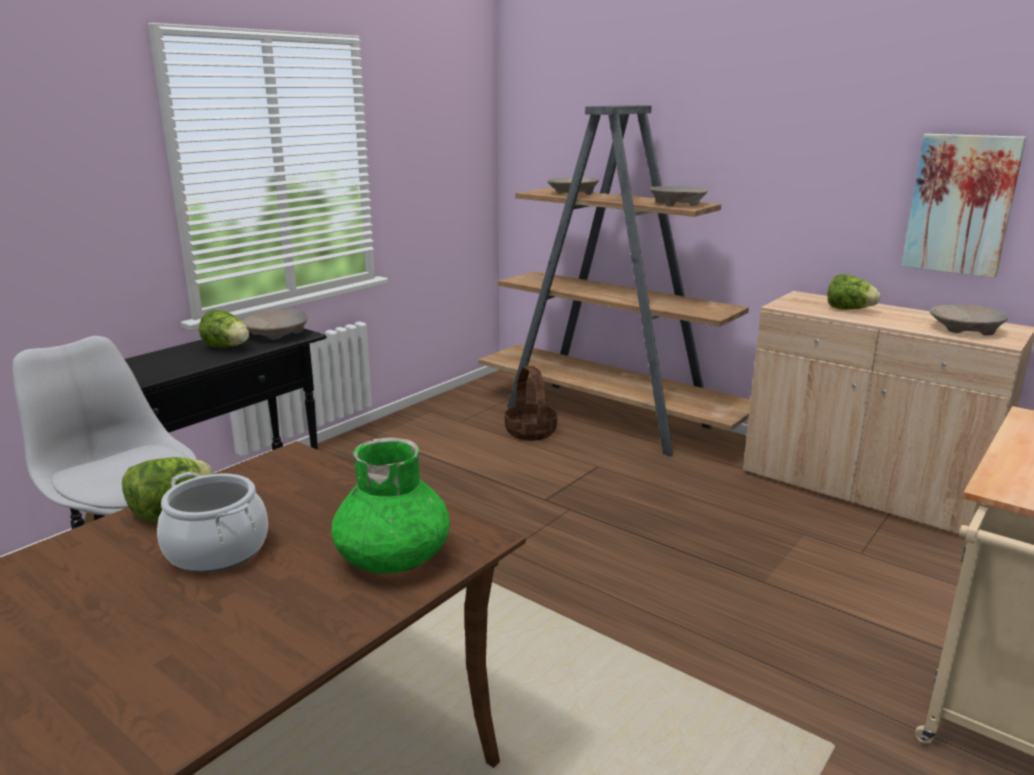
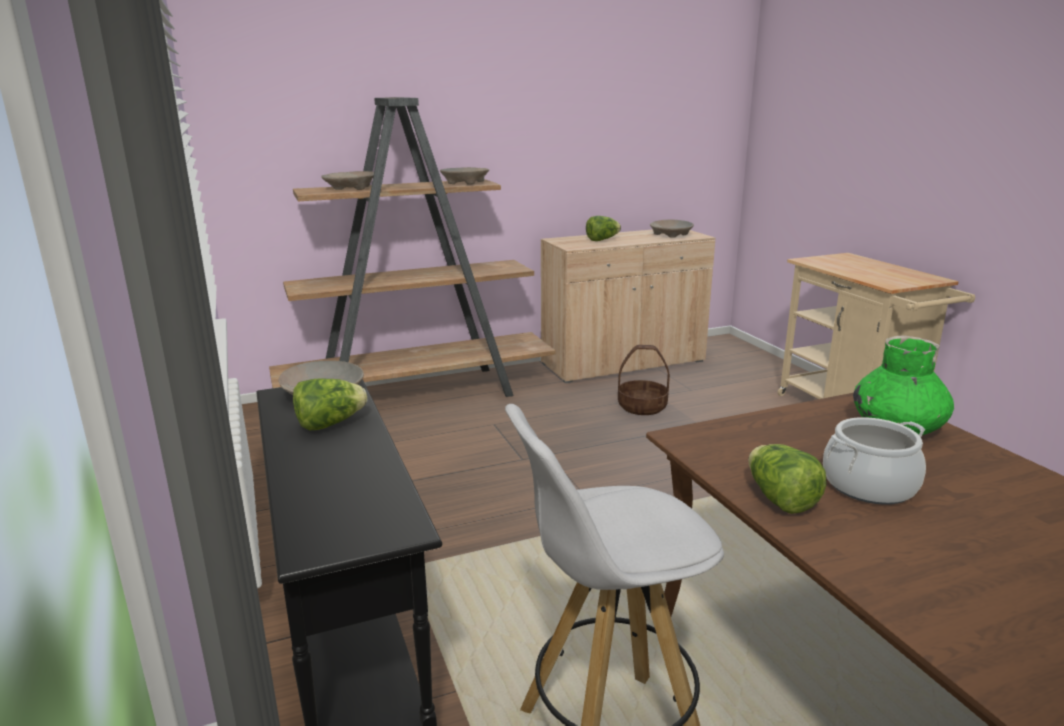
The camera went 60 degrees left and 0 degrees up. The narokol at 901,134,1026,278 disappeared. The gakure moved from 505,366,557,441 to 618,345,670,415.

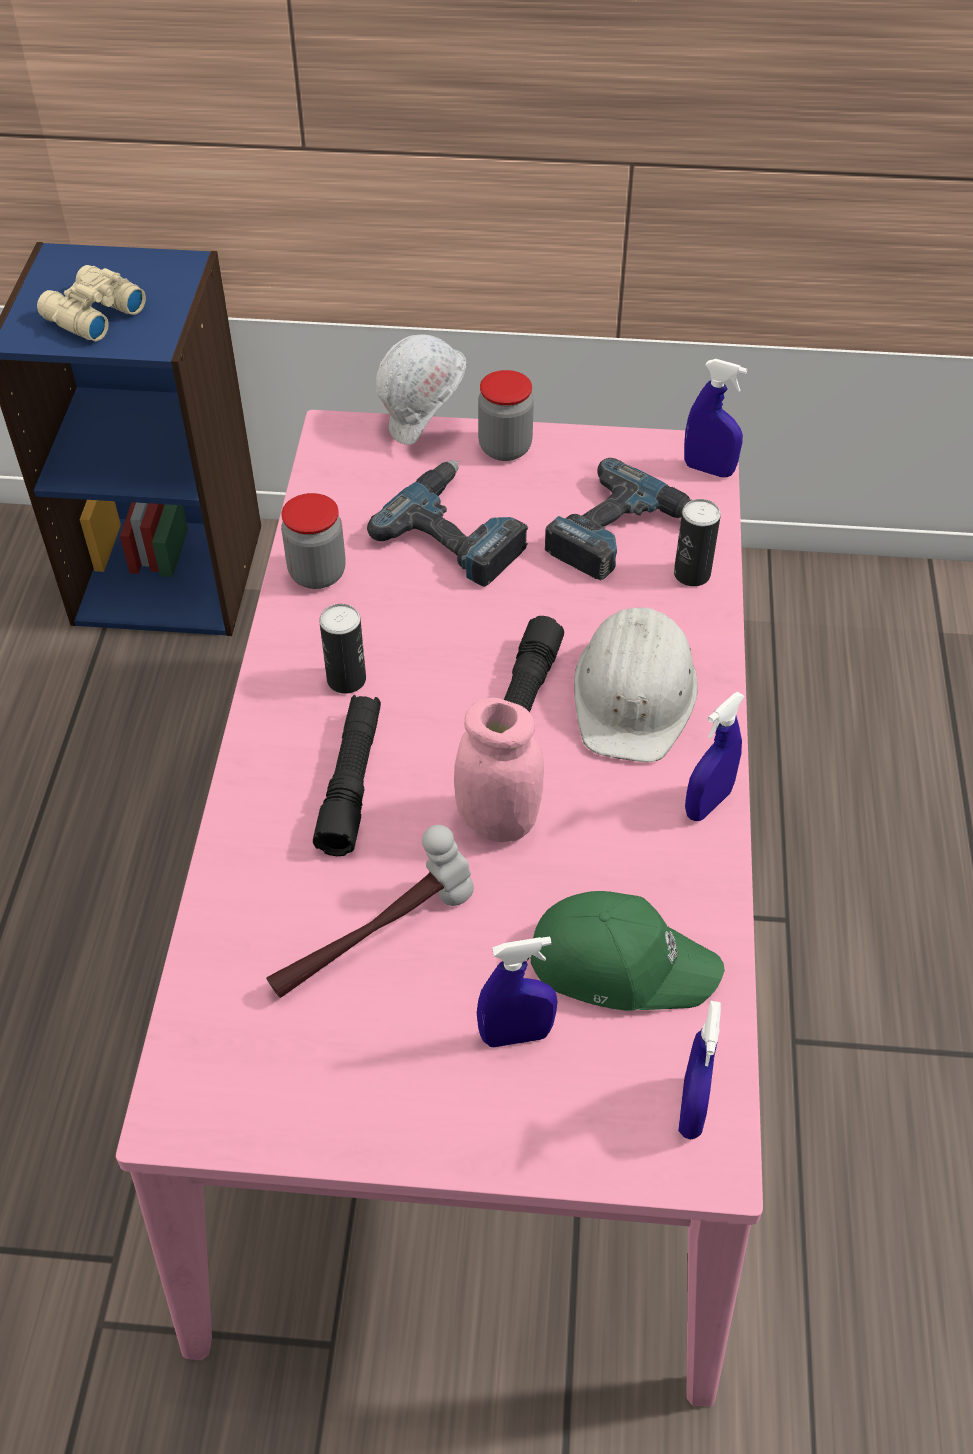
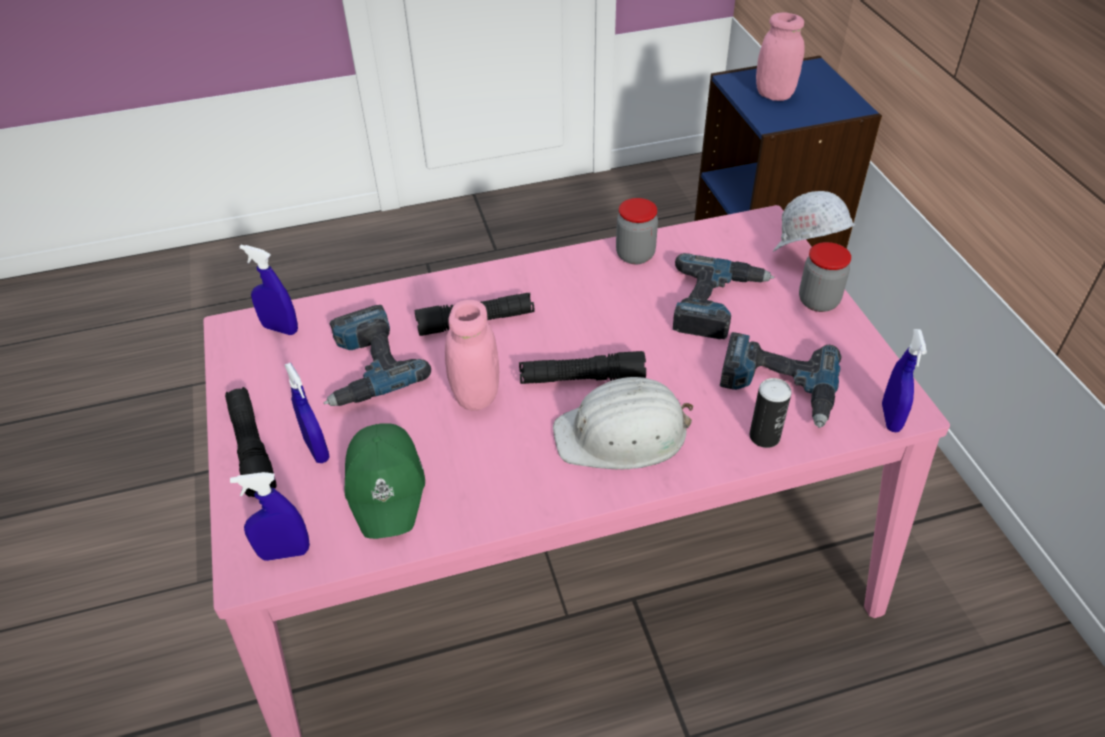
The camera went 70 degrees right and 5 degrees down. The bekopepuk at 319,604,366,693 disappeared. The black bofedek at 225,387,277,498 appeared. The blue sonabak moved from 685,692,745,821 to 240,245,298,335. The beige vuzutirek at 37,265,146,341 was replaced by the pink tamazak at 756,12,805,101. The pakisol at 266,825,474,998 was replaced by the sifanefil at 324,305,431,406.

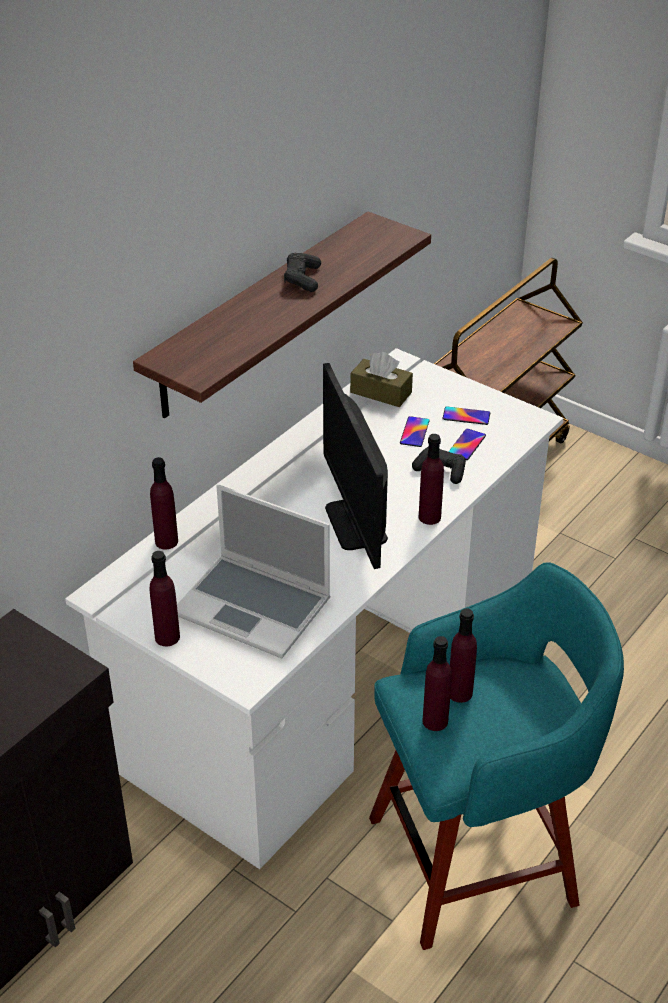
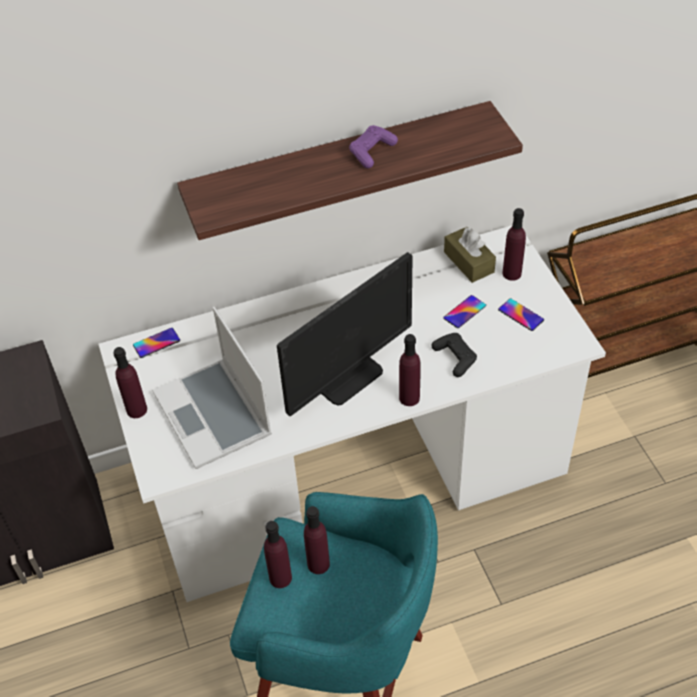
The camera went 35 degrees right and 10 degrees up. The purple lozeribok moved from 150,457,178,549 to 502,208,526,281. The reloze moved from 448,429,486,460 to 133,328,180,358. The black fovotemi at 284,253,321,292 became the purple fovotemi at 349,125,398,168. The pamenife at 323,363,388,569 turned 150 degrees counterclockwise.

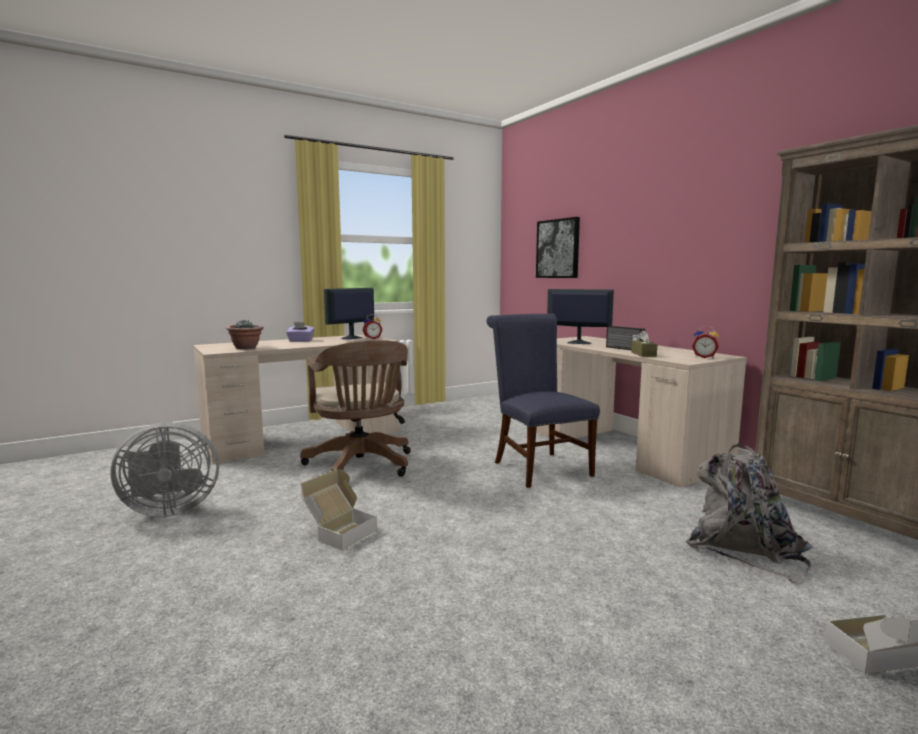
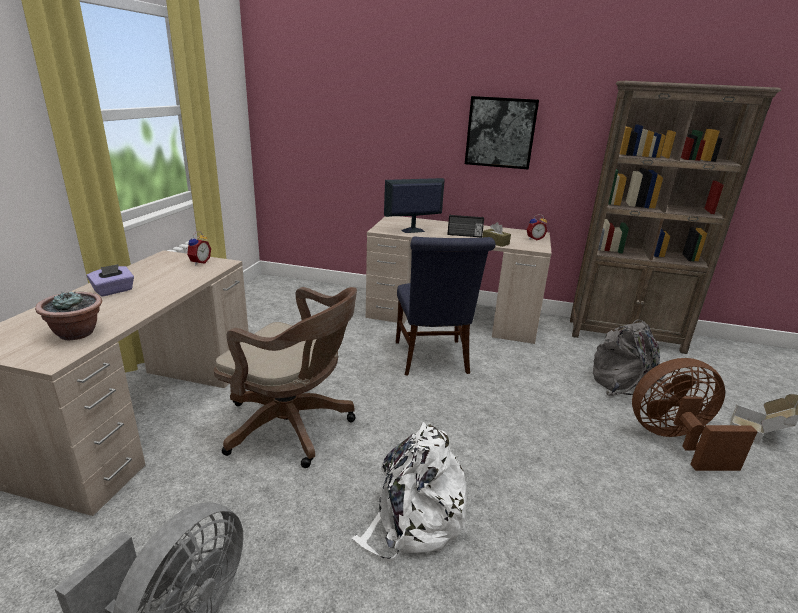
The camera went 45 degrees left and 15 degrees up. The pamenife at 324,288,374,340 disappeared. The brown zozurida at 632,358,758,471 appeared. The narokol moved from 536,217,580,278 to 465,96,539,170. The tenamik at 301,469,377,550 was replaced by the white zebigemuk at 352,422,467,562. The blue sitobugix at 486,314,600,488 turned 120 degrees counterclockwise.

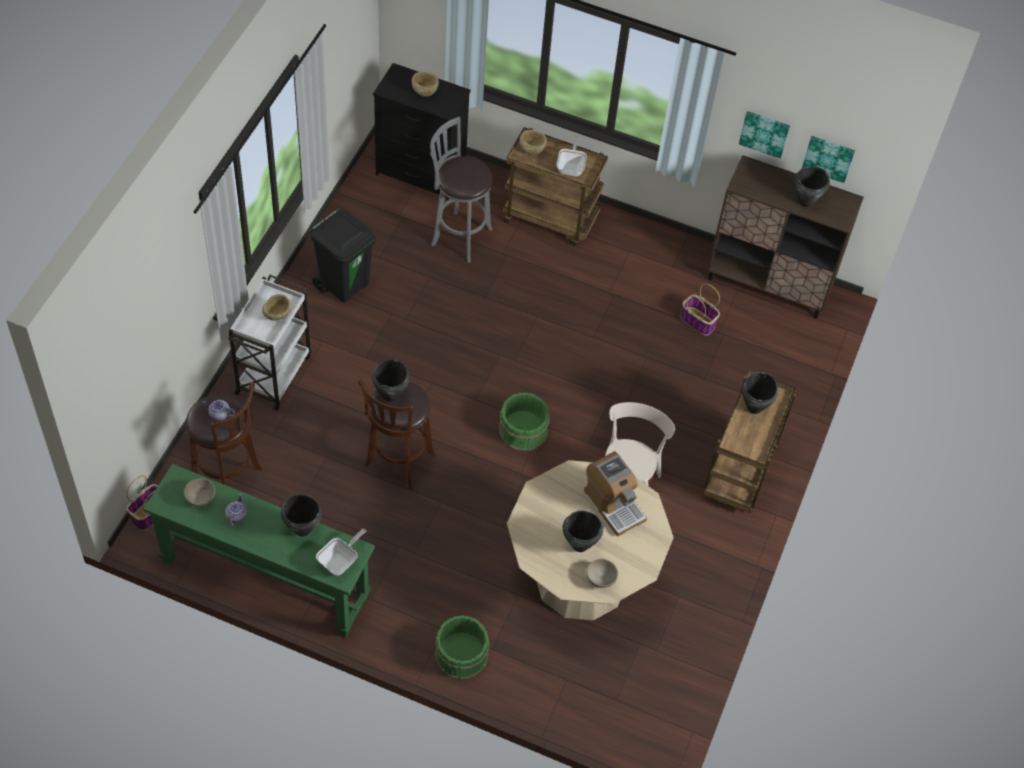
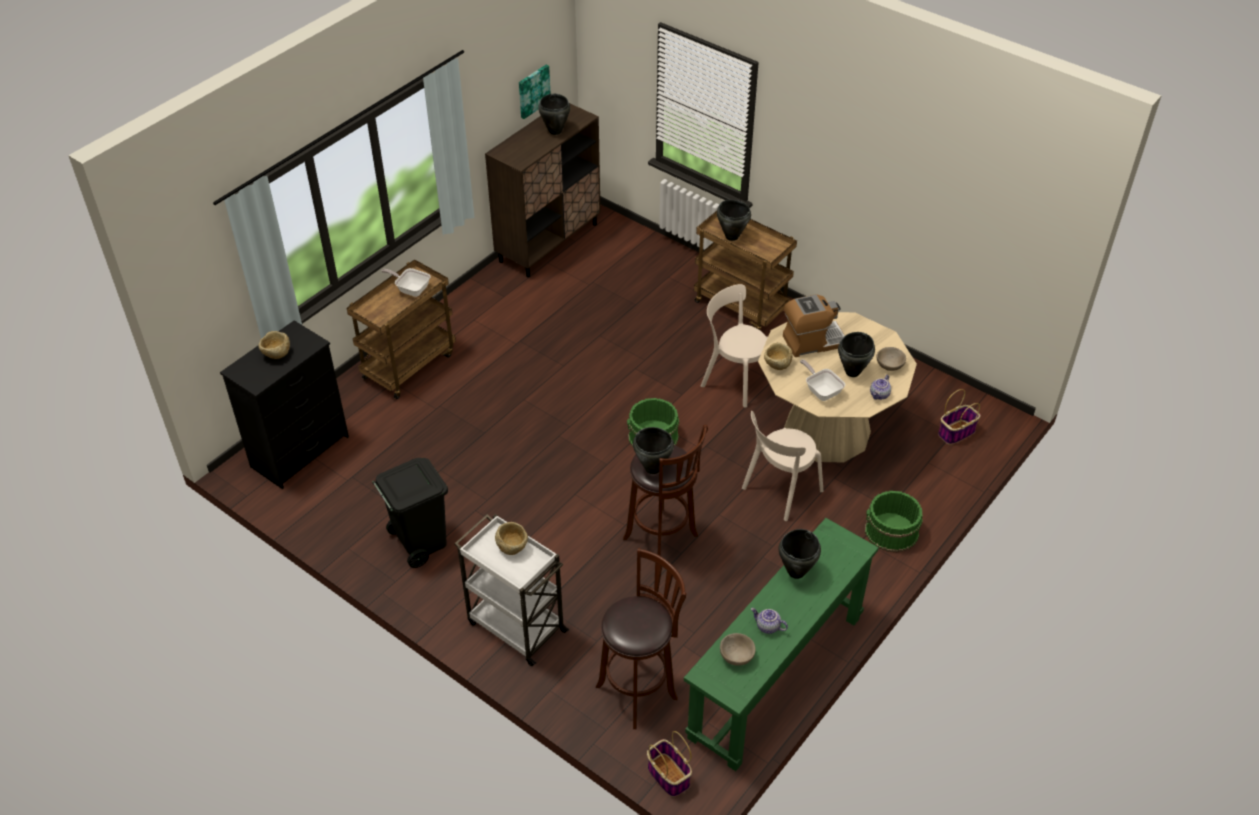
The camera went 70 degrees left and 10 degrees down. The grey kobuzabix at 430,117,493,263 disappeared. The narokol at 739,111,790,158 disappeared. The beige sitobugix at 742,411,823,521 appeared. The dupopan moved from 202,400,236,421 to 870,375,891,400. The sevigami moved from 316,529,366,576 to 800,360,845,401. The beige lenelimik moved from 520,130,547,155 to 764,343,793,370. The gakure moved from 681,283,720,336 to 938,389,980,445.

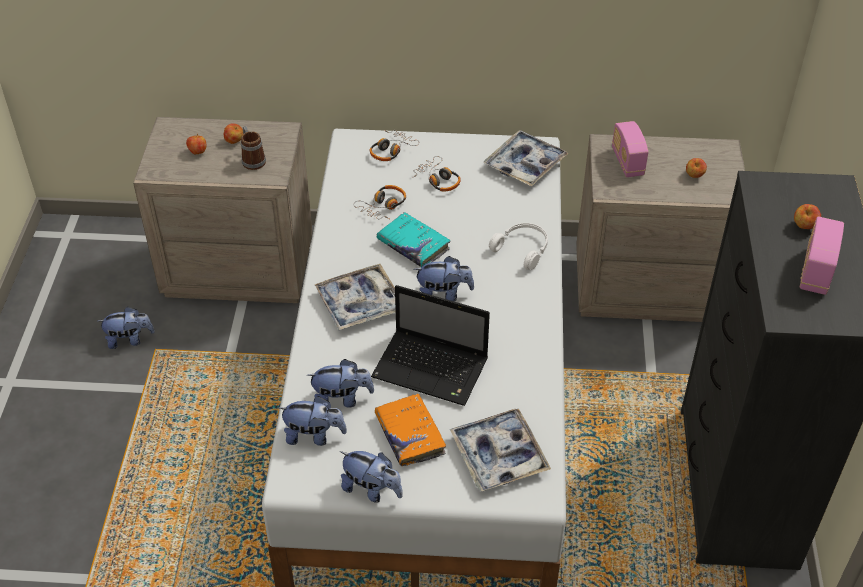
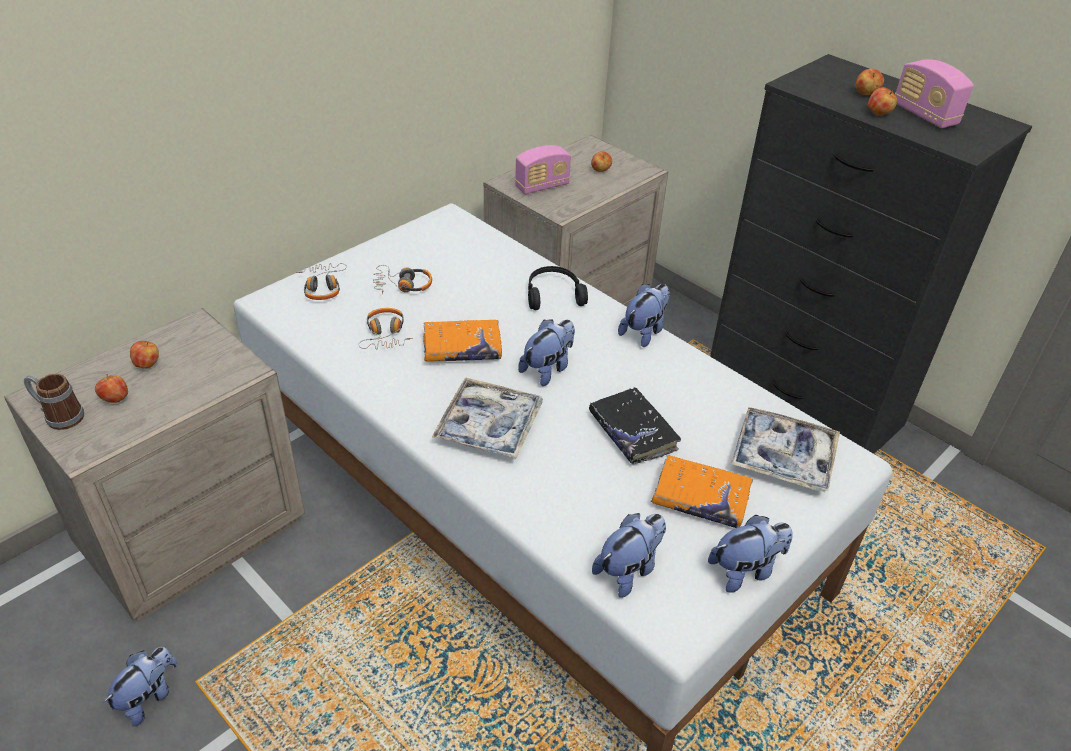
The camera went 50 degrees left and 5 degrees down. The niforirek at 484,130,569,186 disappeared. The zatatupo at 868,87,897,116 appeared. The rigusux moved from 241,126,266,170 to 24,374,84,430. The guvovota moved from 307,359,374,408 to 618,284,670,347. The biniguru at 371,285,490,406 was replaced by the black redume at 589,387,681,464. The turquoise redume at 377,212,451,267 became the orange redume at 423,320,502,362. The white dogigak at 489,223,548,270 became the black dogigak at 528,266,588,310. The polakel at 612,121,648,177 turned 60 degrees counterclockwise.

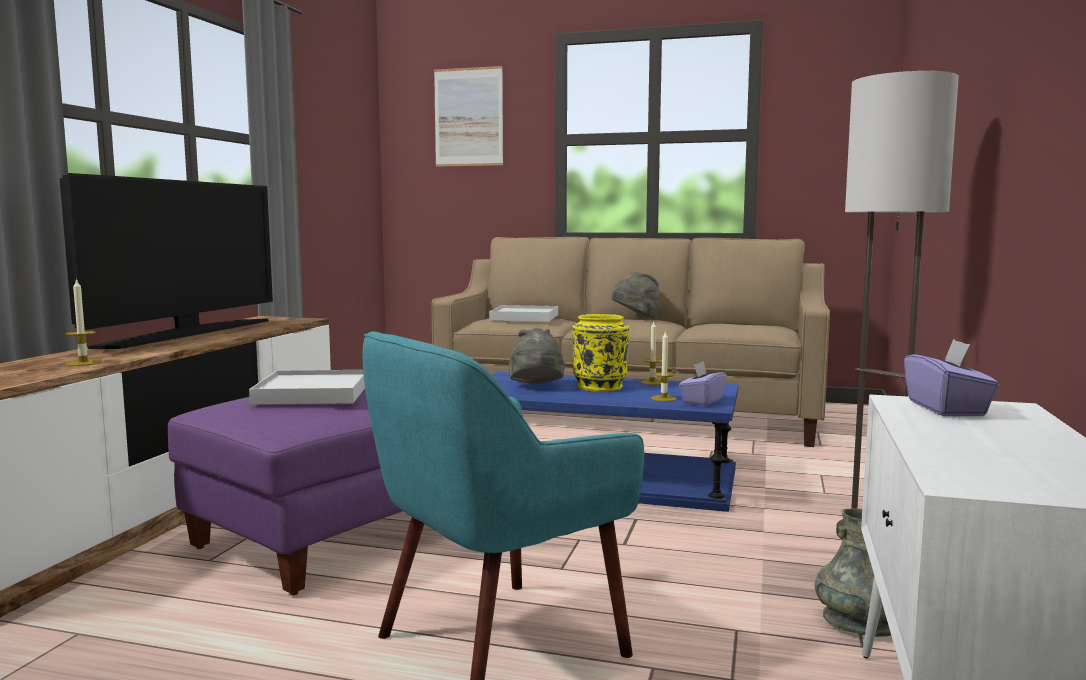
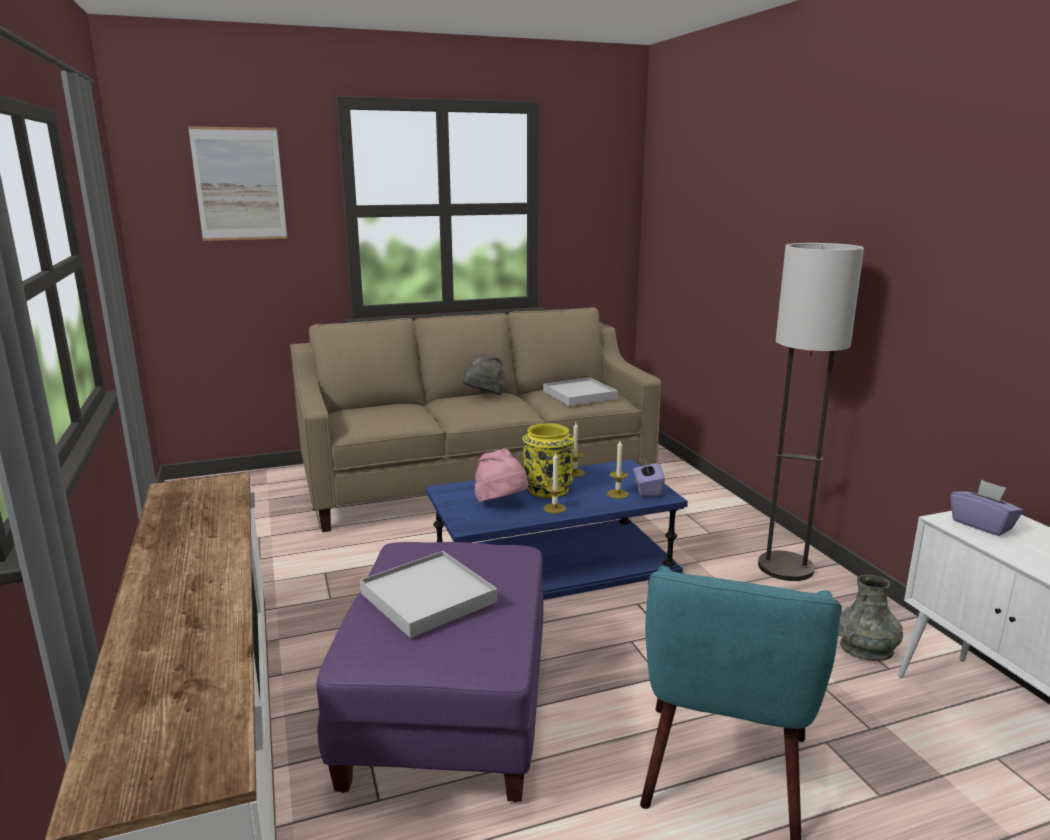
The camera went 35 degrees left and 10 degrees up. The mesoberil at 60,173,273,349 disappeared. The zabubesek moved from 65,278,101,366 to 544,452,566,513. The white niforirek moved from 489,305,558,322 to 543,378,618,406. The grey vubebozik at 508,328,565,383 became the pink vubebozik at 475,449,529,502.

